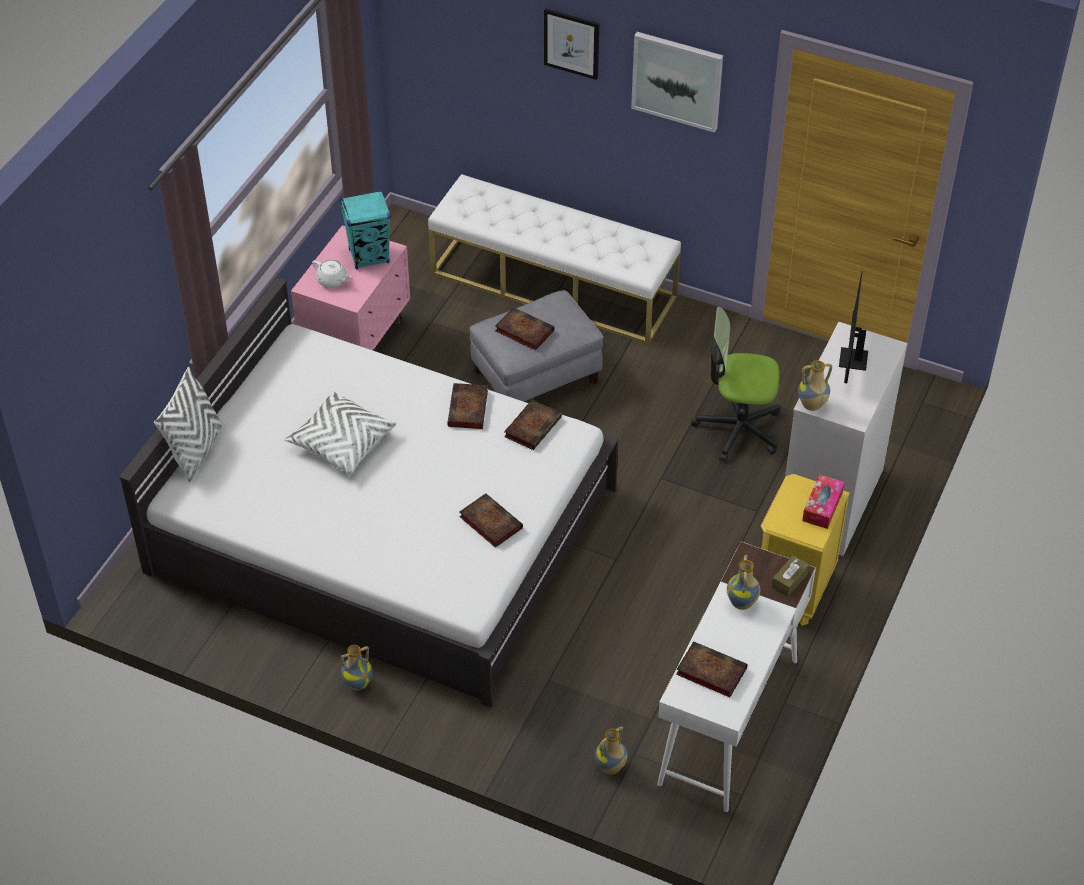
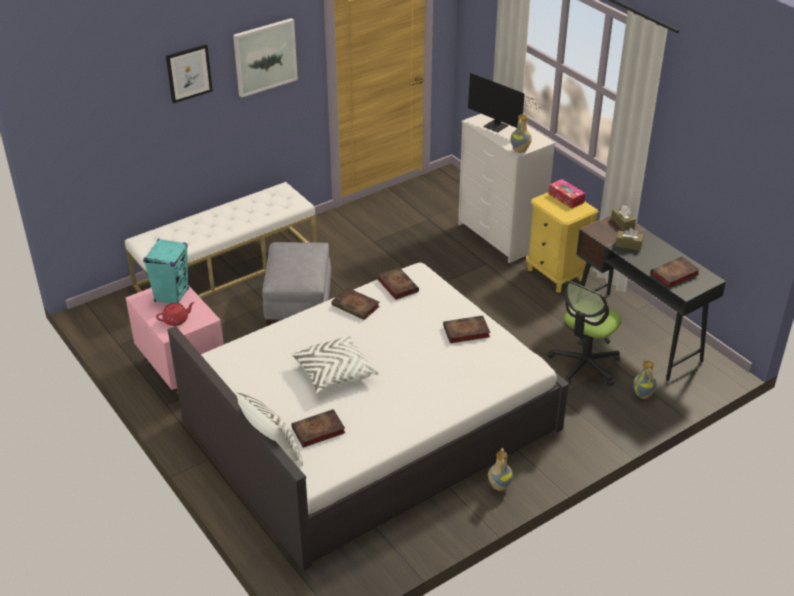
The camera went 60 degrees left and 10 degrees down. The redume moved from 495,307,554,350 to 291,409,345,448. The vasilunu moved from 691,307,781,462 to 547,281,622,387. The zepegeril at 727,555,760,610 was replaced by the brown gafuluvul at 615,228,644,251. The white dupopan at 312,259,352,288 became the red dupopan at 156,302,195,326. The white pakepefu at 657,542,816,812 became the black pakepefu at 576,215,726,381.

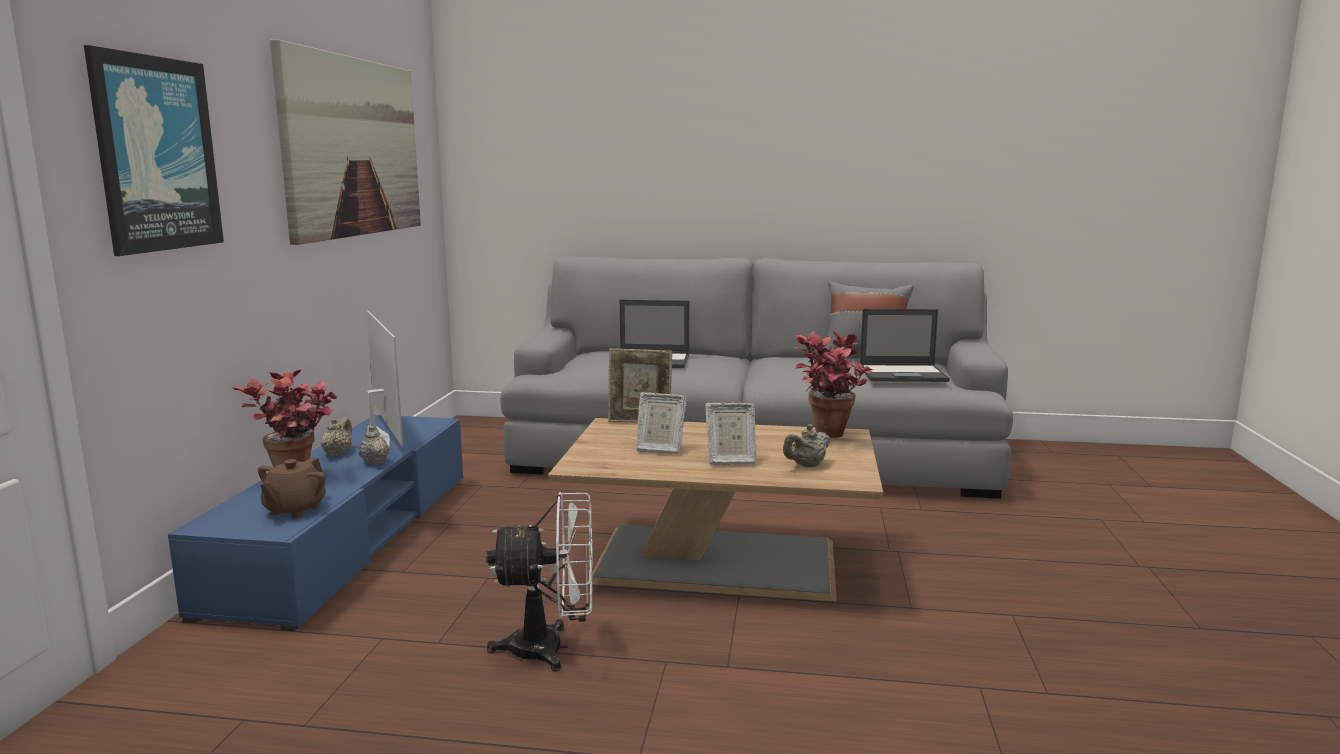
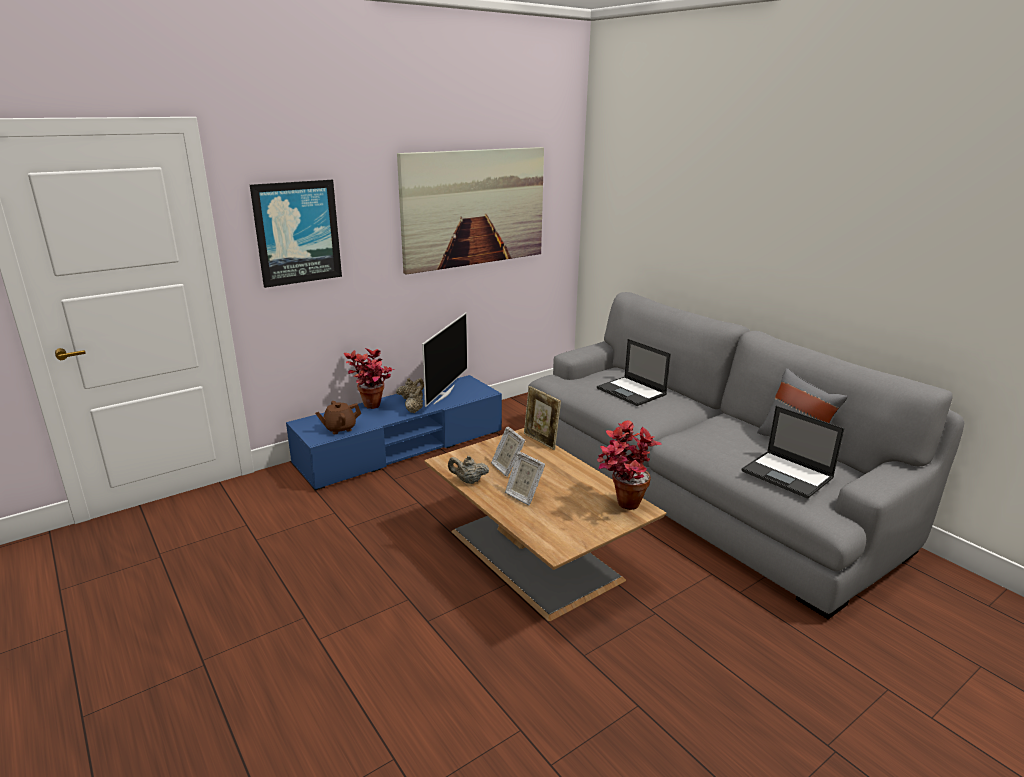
The camera went 45 degrees right and 10 degrees up. The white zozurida at 486,492,593,672 disappeared. The beige dupopan moved from 783,424,830,467 to 448,456,489,484.

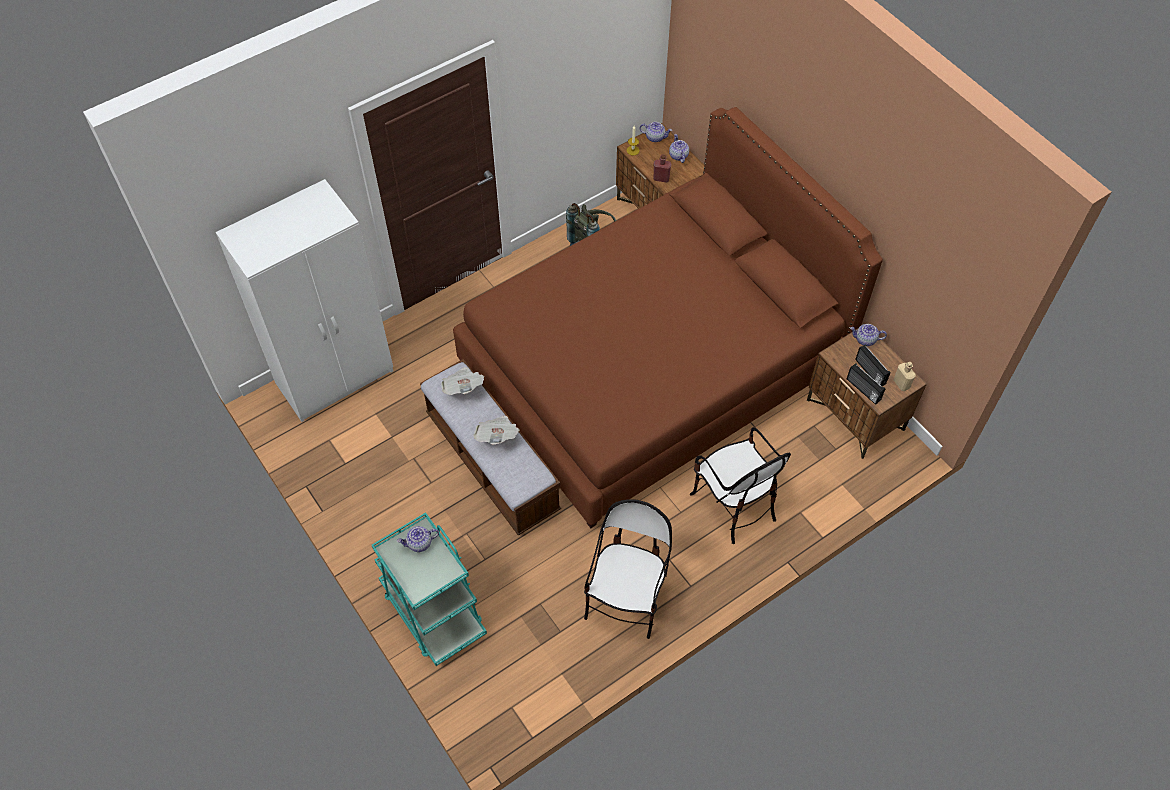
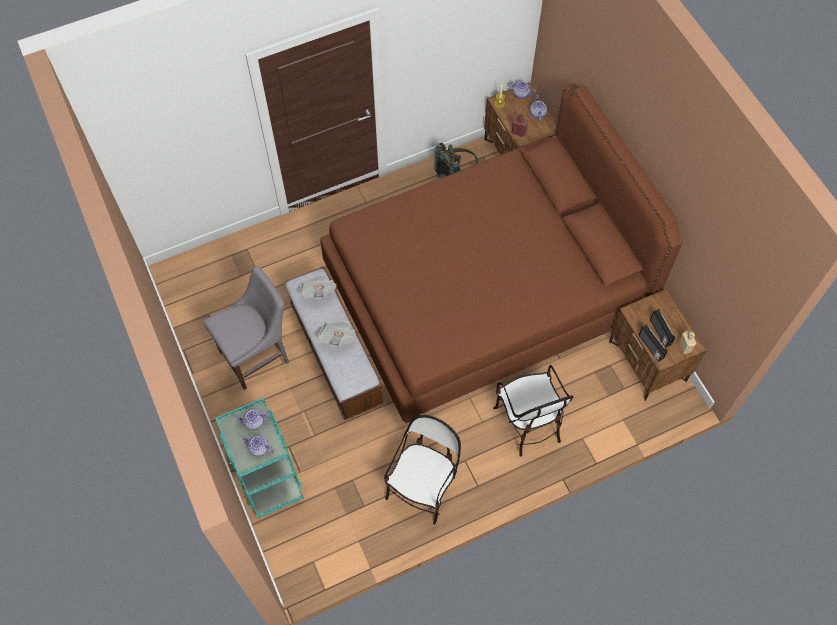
The camera went 10 degrees right and 5 degrees up. The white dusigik at 216,179,393,422 disappeared. The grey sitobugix at 203,266,289,390 appeared. The dupopan moved from 850,324,887,346 to 241,435,274,457.

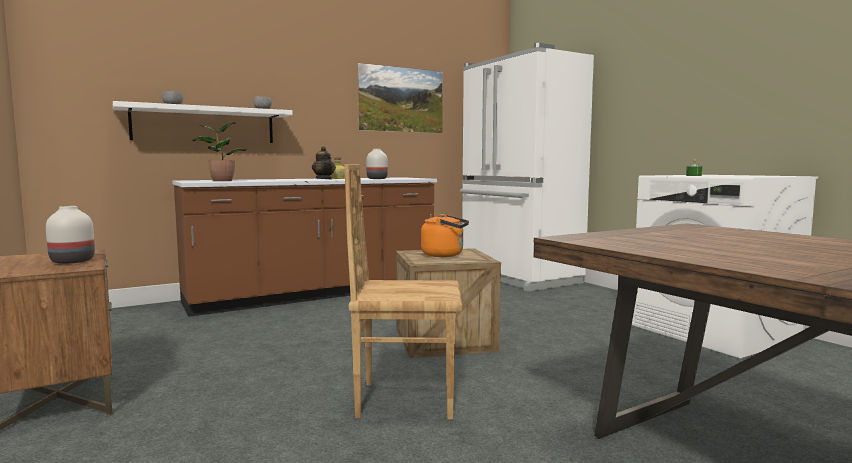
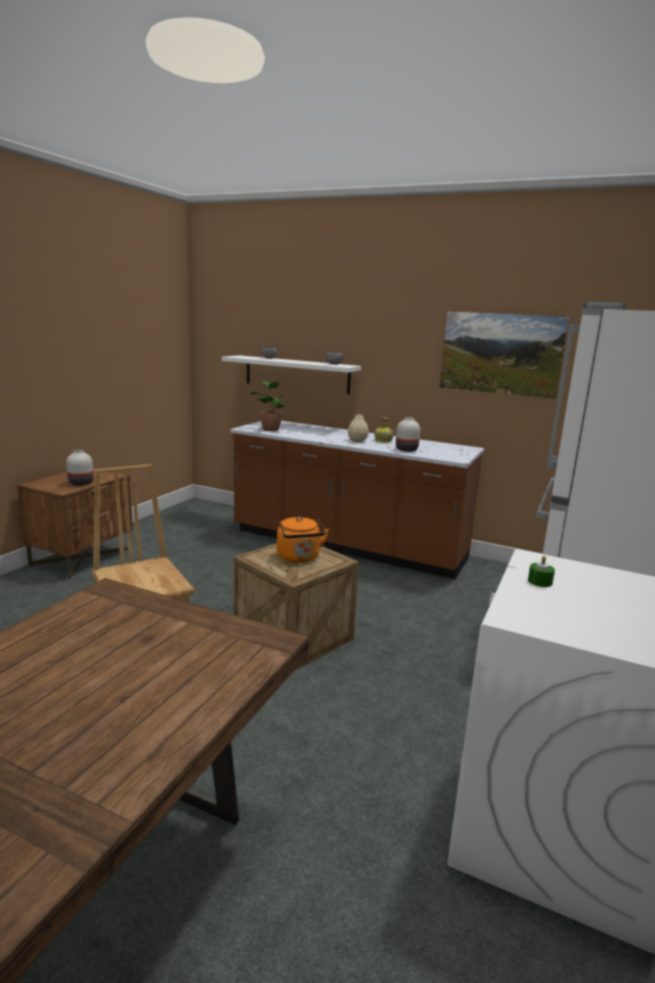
The camera went 55 degrees right and 10 degrees up. The dupopan at 312,146,336,179 was replaced by the beige zepegeril at 348,414,369,442.

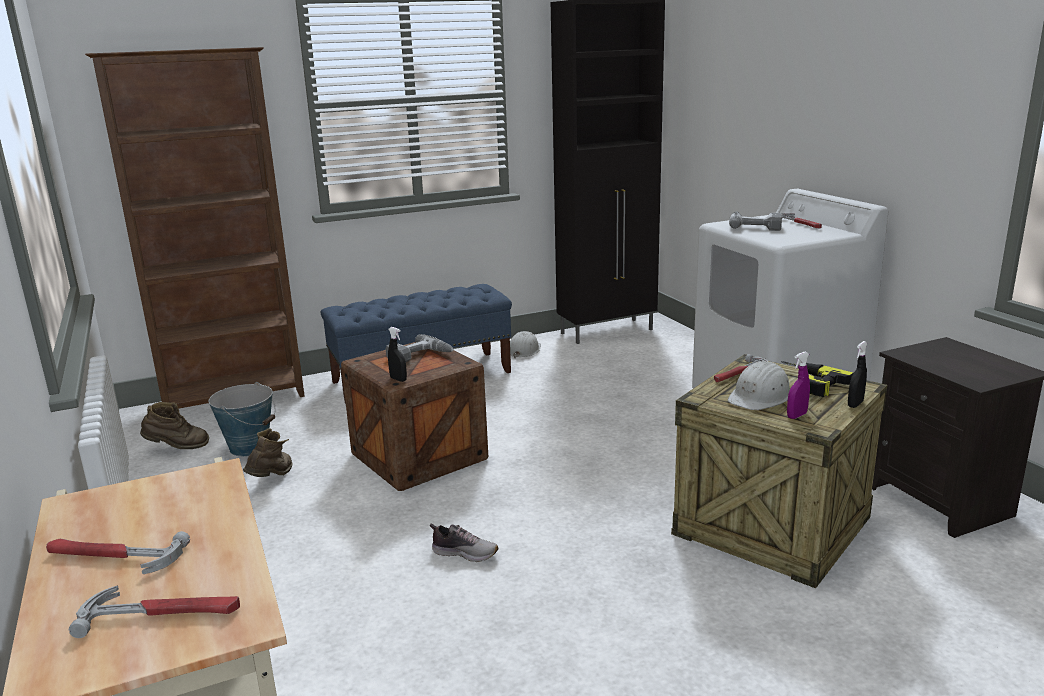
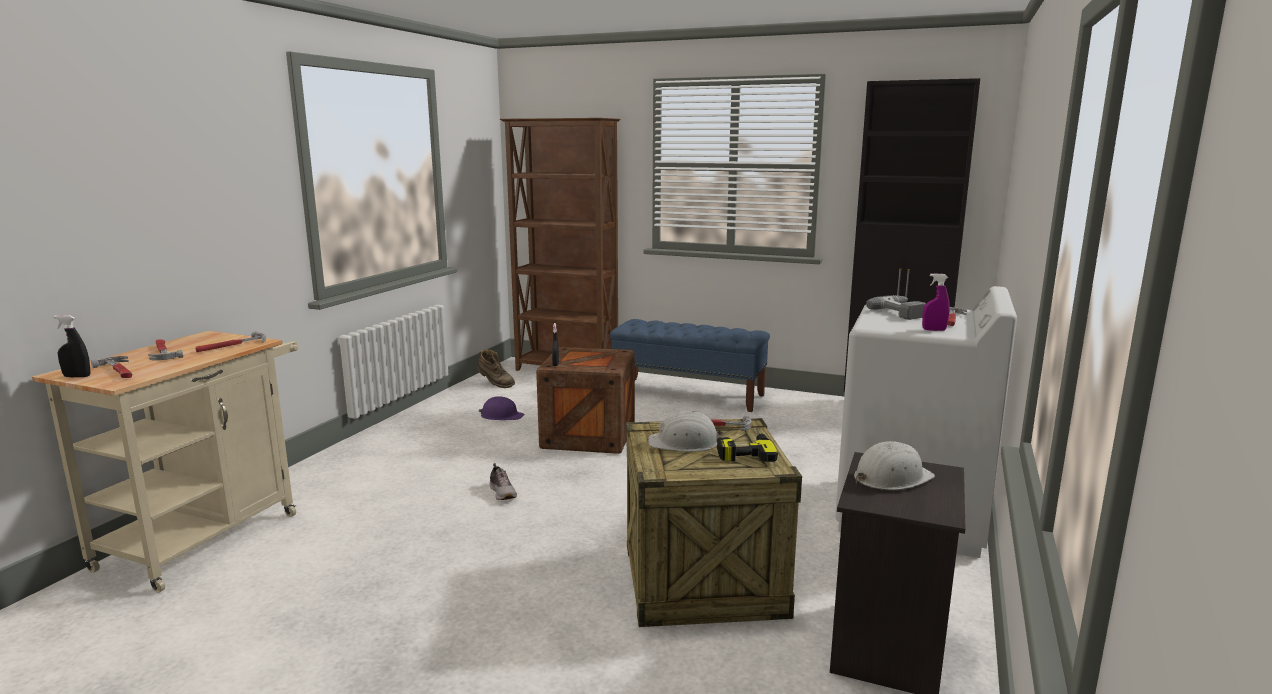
The camera went 45 degrees right and 5 degrees down. The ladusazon at 209,382,276,456 disappeared. The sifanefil at 386,334,454,362 disappeared. The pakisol at 195,331,266,352 appeared. The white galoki moved from 510,331,541,359 to 854,441,935,490. The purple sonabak moved from 787,352,810,419 to 922,273,950,331. The black sonabak moved from 848,341,867,408 to 53,315,91,377. The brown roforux at 243,429,293,477 was replaced by the purple galoki at 478,396,525,420.

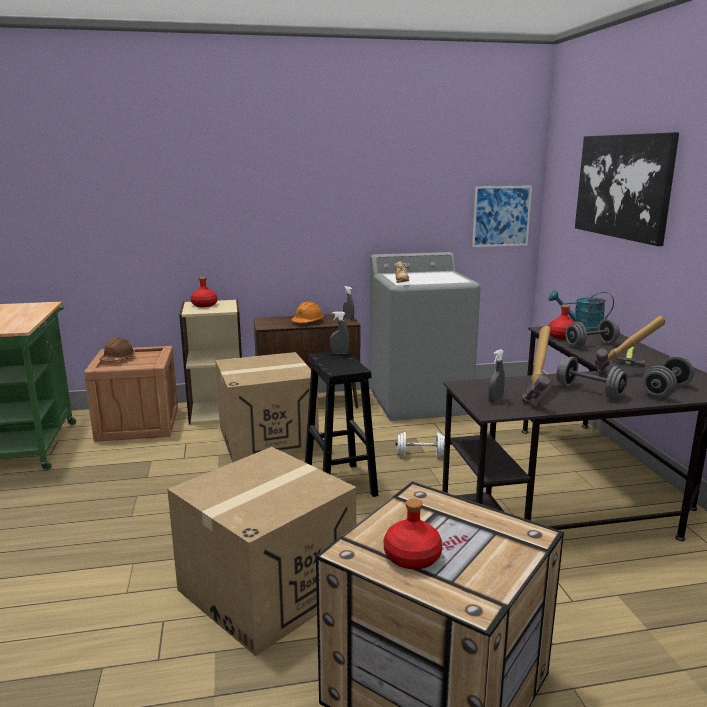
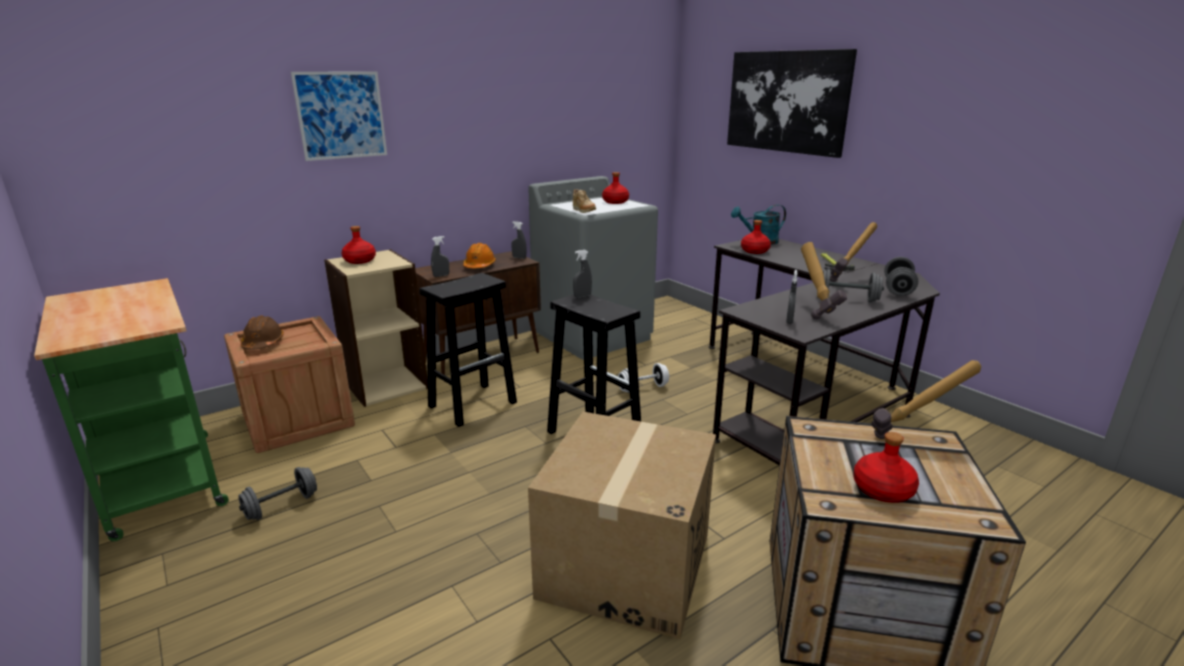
The camera went 25 degrees left and 5 degrees up. The grey sonabak at 431,236,449,277 appeared. The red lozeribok at 602,172,629,204 appeared. The pakisol at 872,360,981,439 appeared. The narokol moved from 472,186,532,247 to 291,72,387,161. The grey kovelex moved from 565,319,620,347 to 238,467,317,520. The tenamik at 215,352,319,463 was replaced by the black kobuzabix at 419,273,517,427.

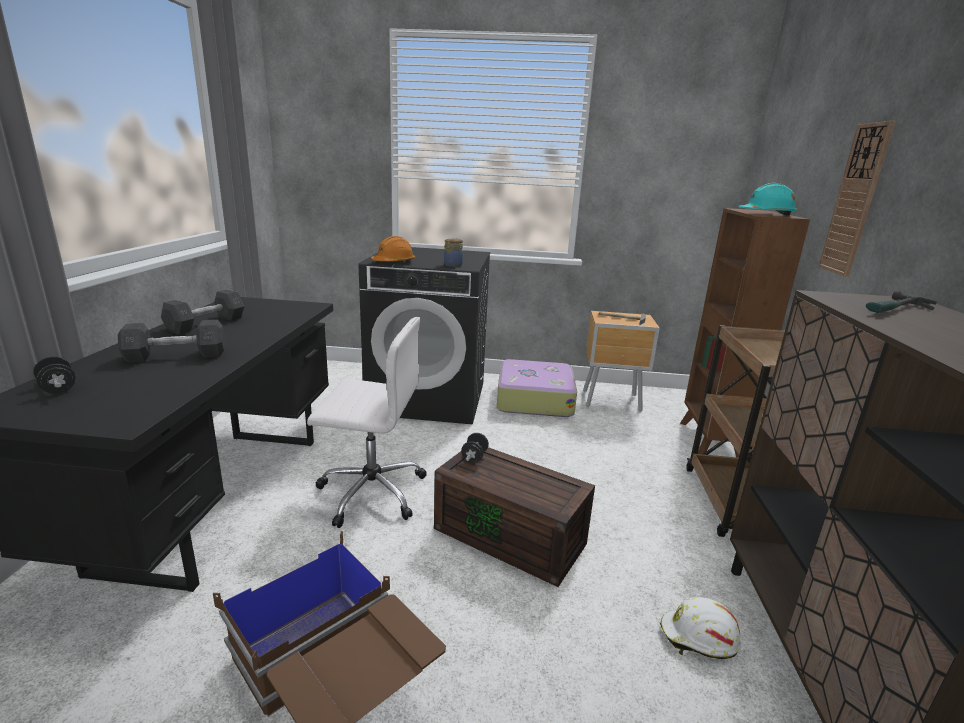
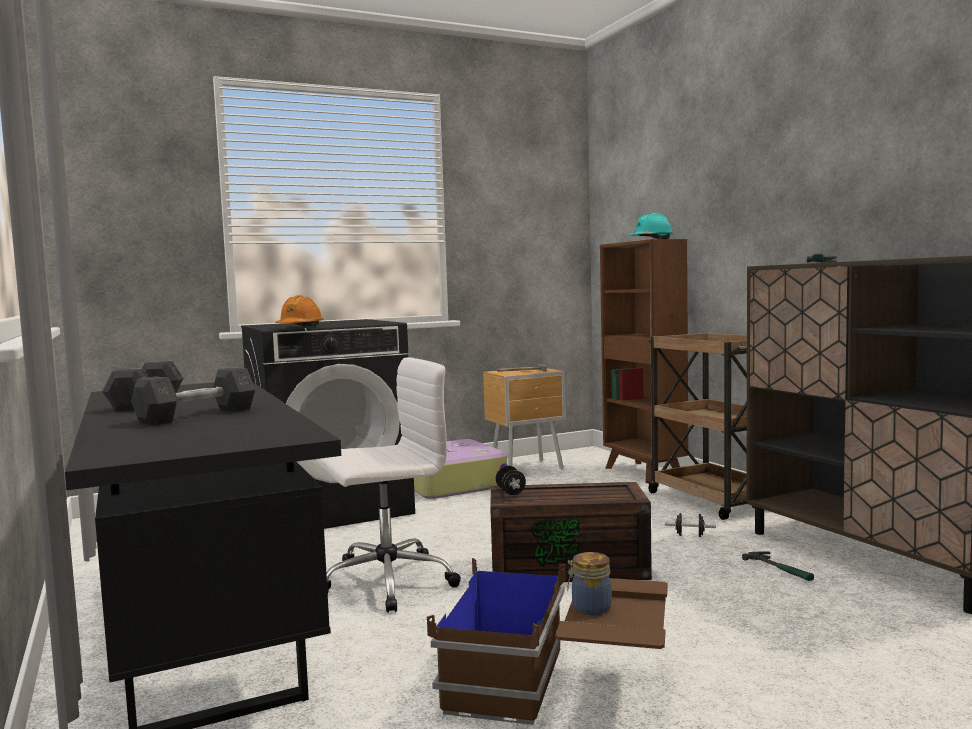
The camera went 30 degrees left and 15 degrees down. The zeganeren at 818,121,895,277 disappeared. The black kovelex moved from 33,356,76,393 to 665,513,716,537. The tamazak moved from 444,238,463,267 to 567,552,612,615. The white galoki at 660,597,741,659 was replaced by the pakisol at 742,551,814,581.

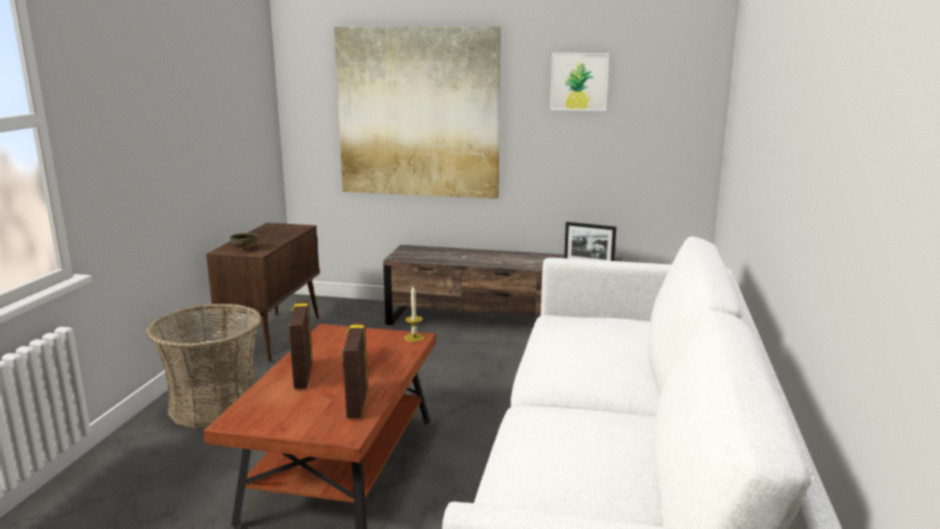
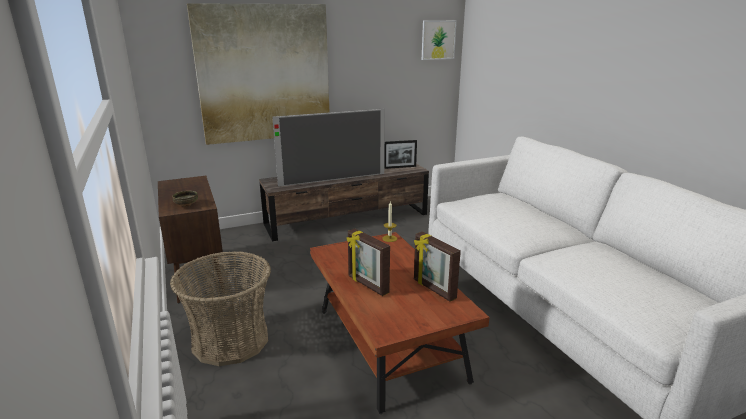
The camera went 35 degrees left and 5 degrees up. The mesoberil at 272,109,385,187 appeared. The narokol moved from 550,53,609,111 to 422,20,457,60.

